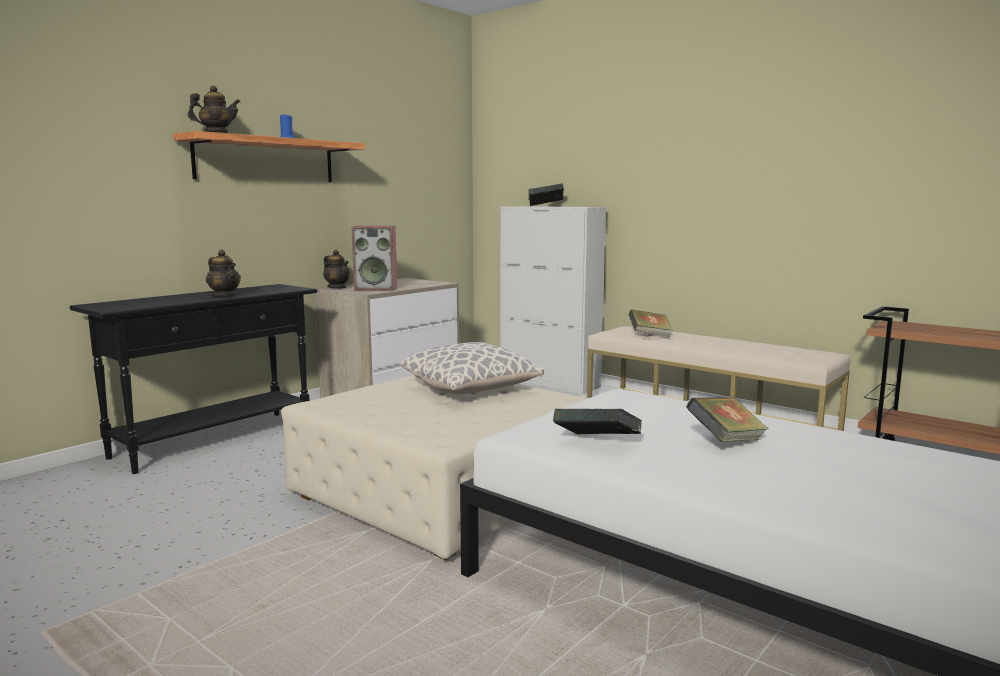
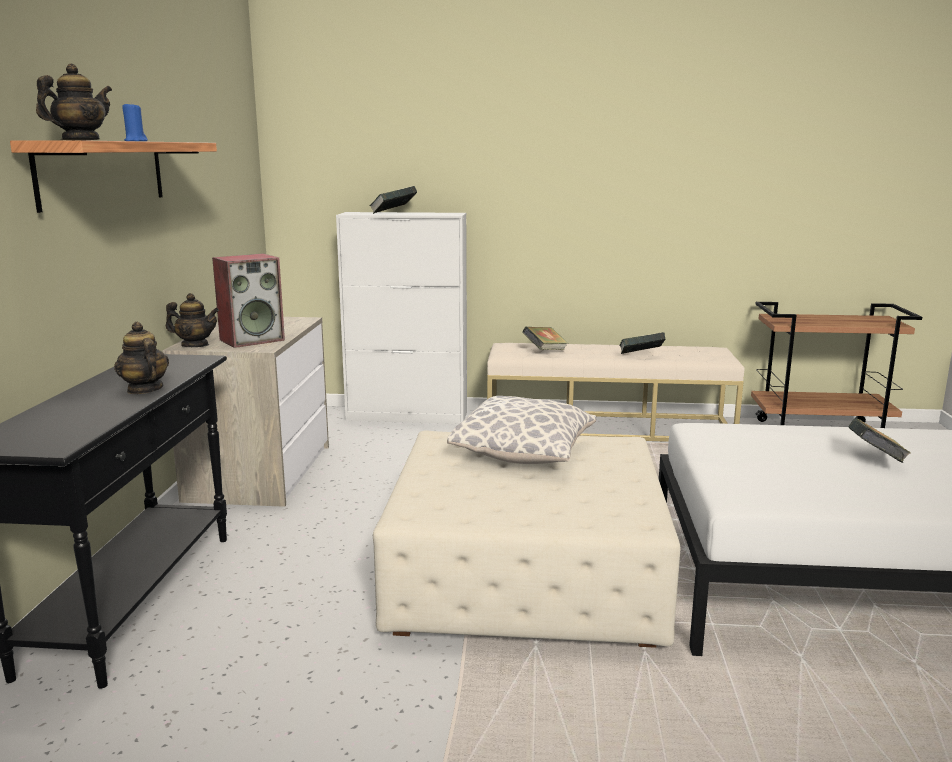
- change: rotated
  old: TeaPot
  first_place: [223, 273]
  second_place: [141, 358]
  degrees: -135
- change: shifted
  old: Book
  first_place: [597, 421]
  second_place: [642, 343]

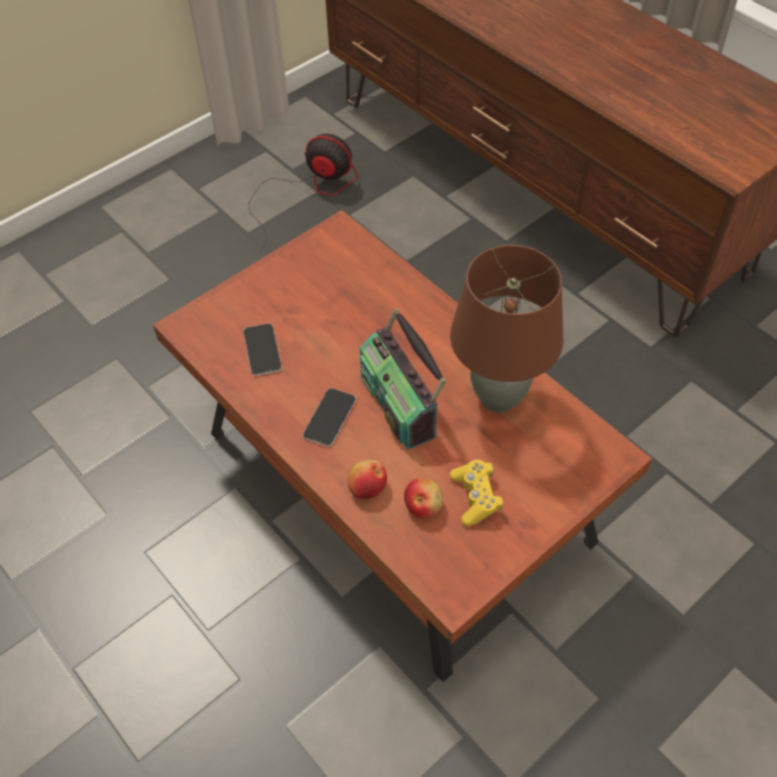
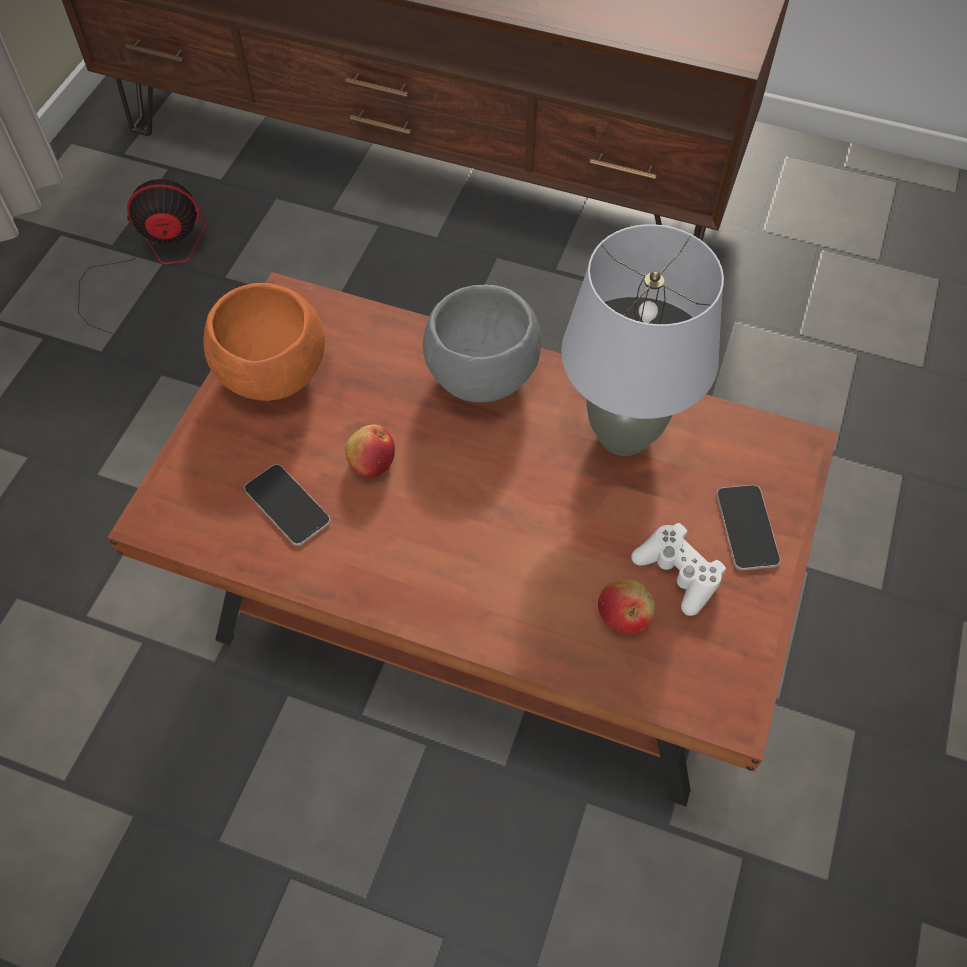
- change: new
  new: OrangeBowl
  second_place: [264, 342]
- change: shifted
  old: WholeApple
  first_place: [367, 479]
  second_place: [370, 451]
- change: new
  new: GrayBowl
  second_place: [482, 343]
- change: repainted
  old: BrownishLampForATable
  new: GrayLampForATable
  first_place: [507, 329]
  second_place: [642, 340]
- change: repainted
  old: YellowGameController
  new: WhiteGameController
  first_place: [476, 493]
  second_place: [678, 569]
- change: shifted
  old: Phone
  first_place: [329, 417]
  second_place: [748, 527]
- change: gone
  old: RadioReceiver
  first_place: [403, 379]

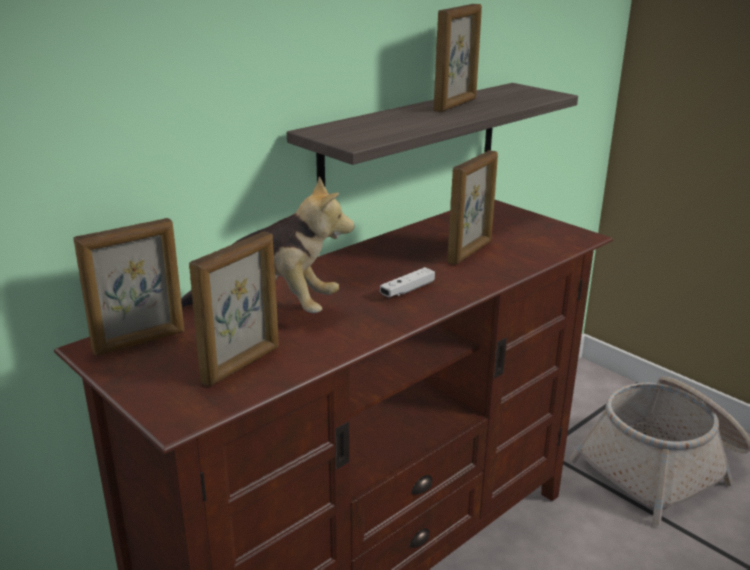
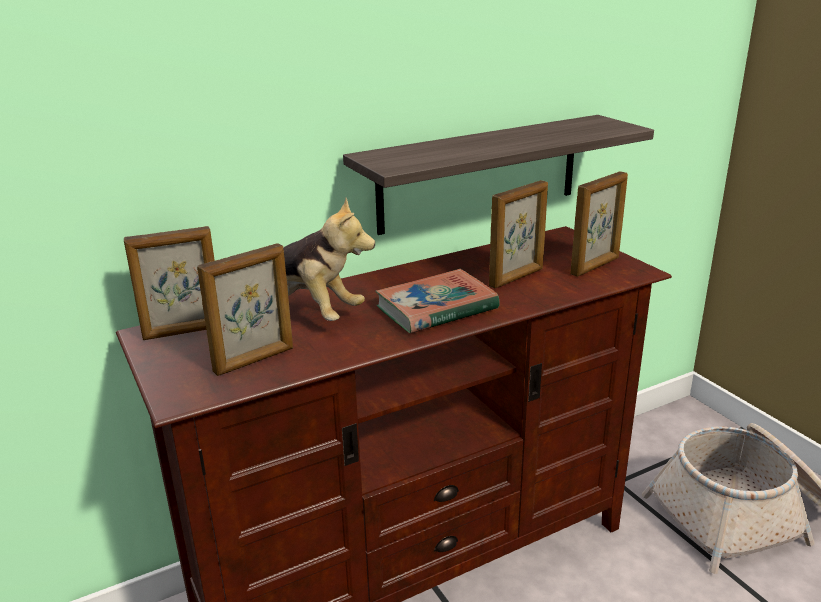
- change: swapped
  old: WhiteGameController
  new: Book
  first_place: [407, 282]
  second_place: [437, 301]
- change: shifted
  old: PictureFrame
  first_place: [458, 58]
  second_place: [599, 224]

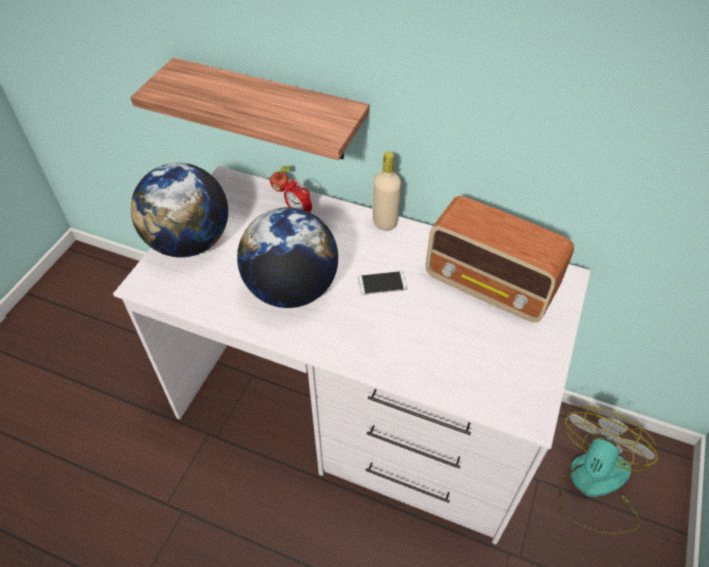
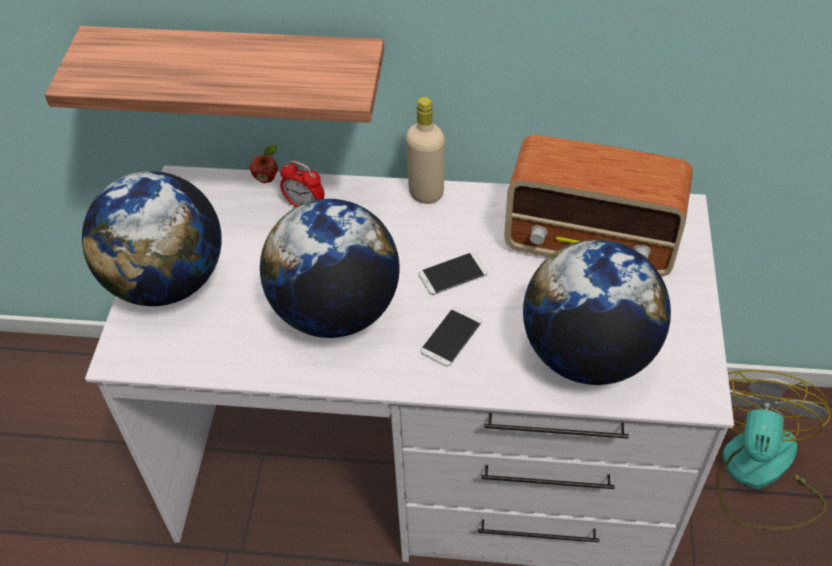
- change: new
  new: Phone
  second_place: [451, 336]
- change: new
  new: WorldGlobe
  second_place: [597, 312]

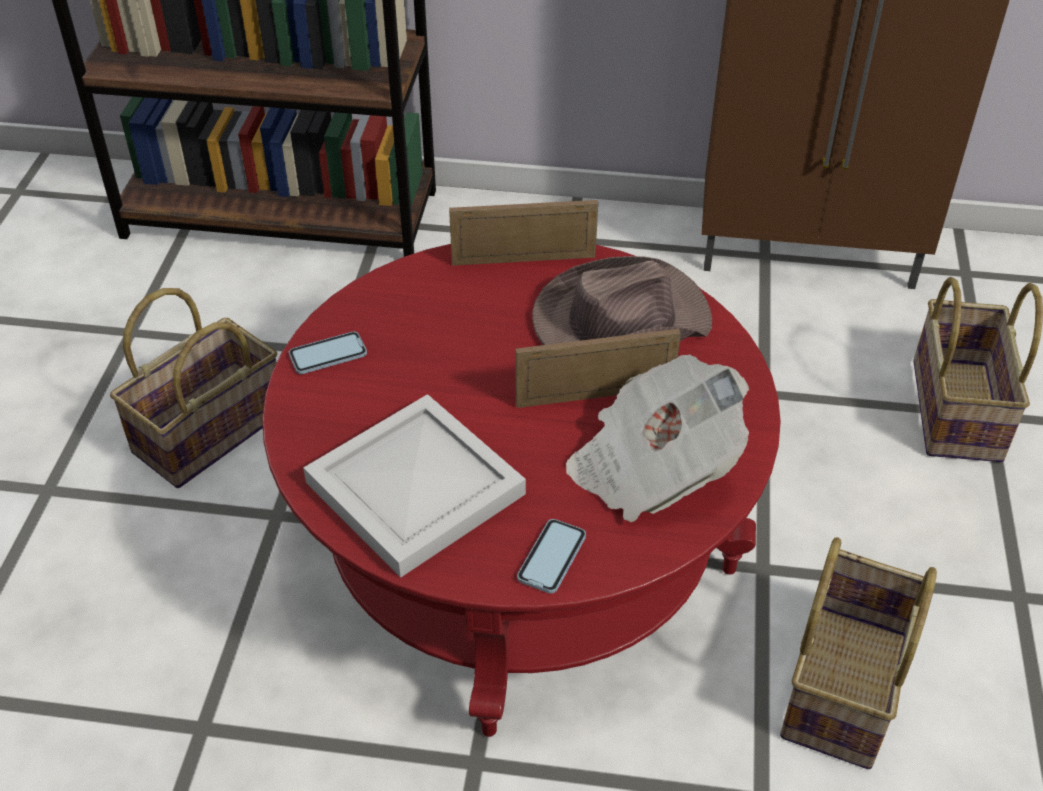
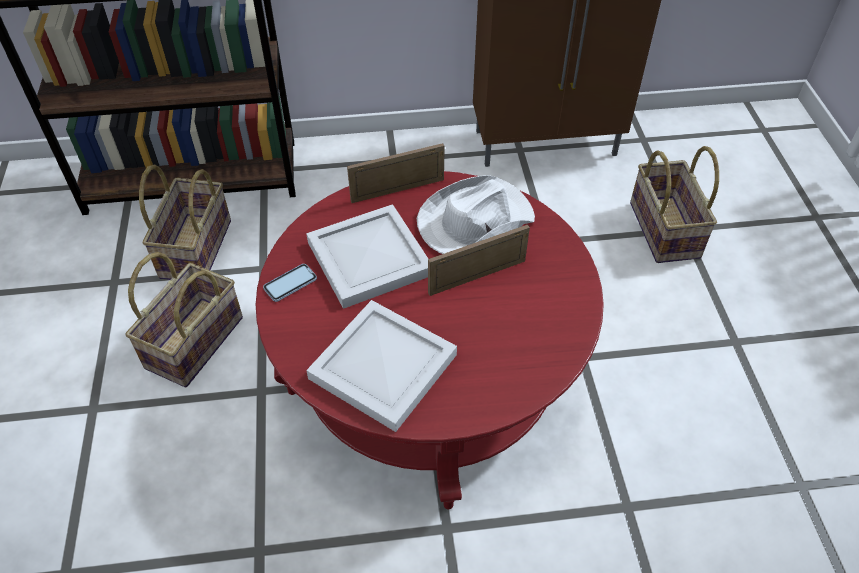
- change: shifted
  old: StorageBasket
  first_place: [858, 653]
  second_place: [185, 222]
- change: new
  new: WhiteTray
  second_place: [367, 256]
- change: repainted
  old: BrownishWearableHat
  new: WhiteWearableHat
  first_place: [622, 300]
  second_place: [476, 214]
- change: gone
  old: Phone
  first_place: [551, 556]
- change: gone
  old: DailyPaper
  first_place: [657, 438]

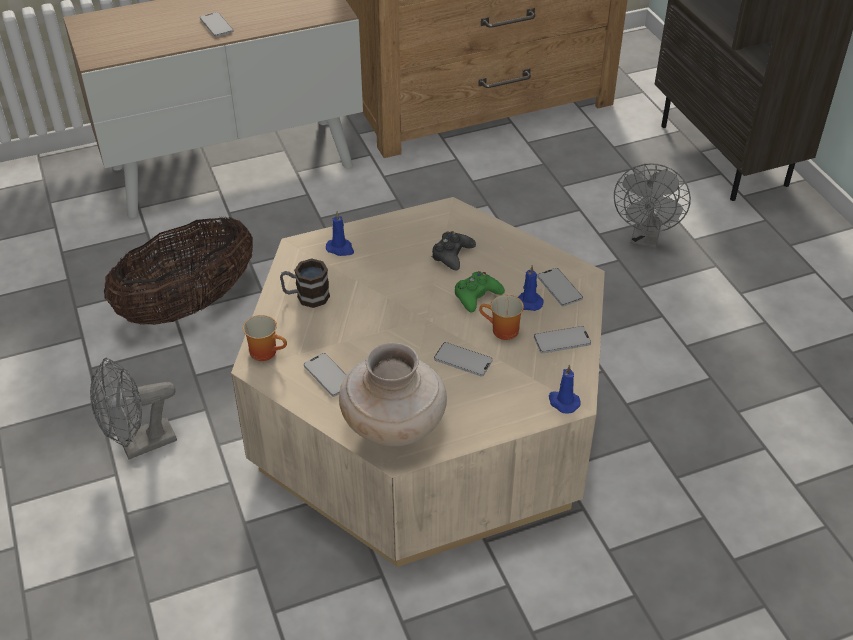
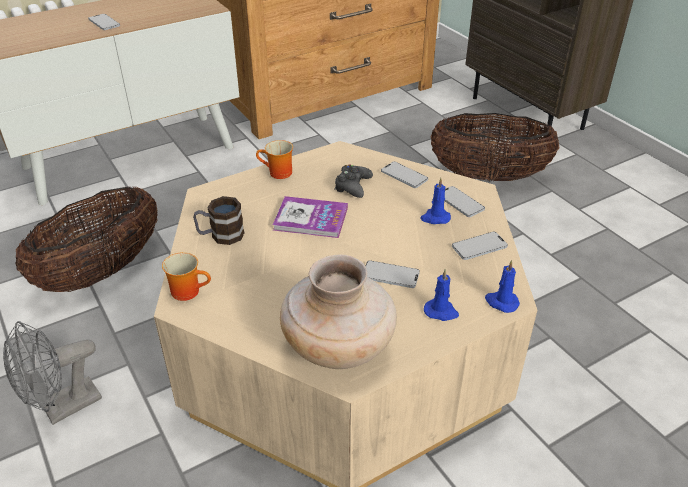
- change: shifted
  old: CoffeeMug
  first_place: [501, 317]
  second_place: [274, 159]
- change: new
  new: Book
  second_place: [310, 217]
- change: shifted
  old: Phone
  first_place: [325, 375]
  second_place: [404, 174]
- change: shifted
  old: BluishCandle
  first_place: [340, 233]
  second_place: [441, 295]
- change: swapped
  old: GrayElectricFan
  new: StorageBasket
  first_place: [652, 205]
  second_place: [495, 147]
- change: gone
  old: GreenColouredGameController
  first_place: [480, 292]

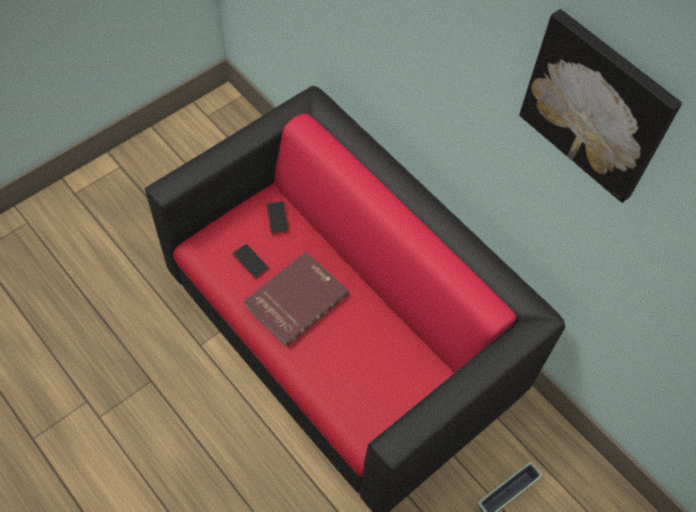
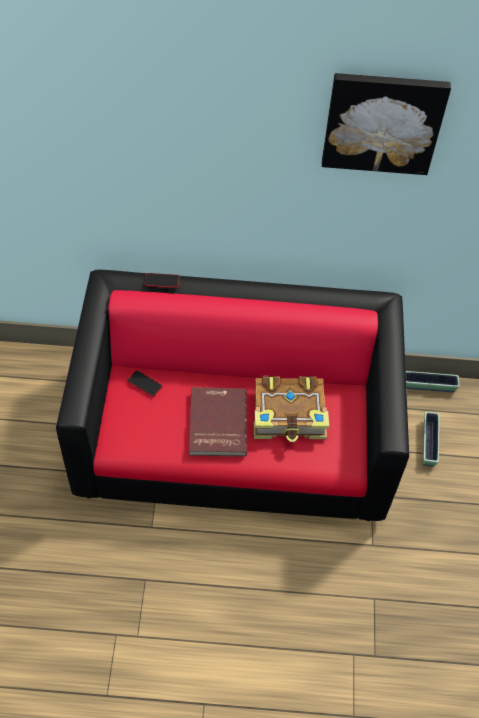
- change: shifted
  old: Phone
  first_place: [251, 261]
  second_place: [162, 280]
- change: new
  new: Book
  second_place: [291, 409]
- change: new
  new: Planter
  second_place: [433, 381]

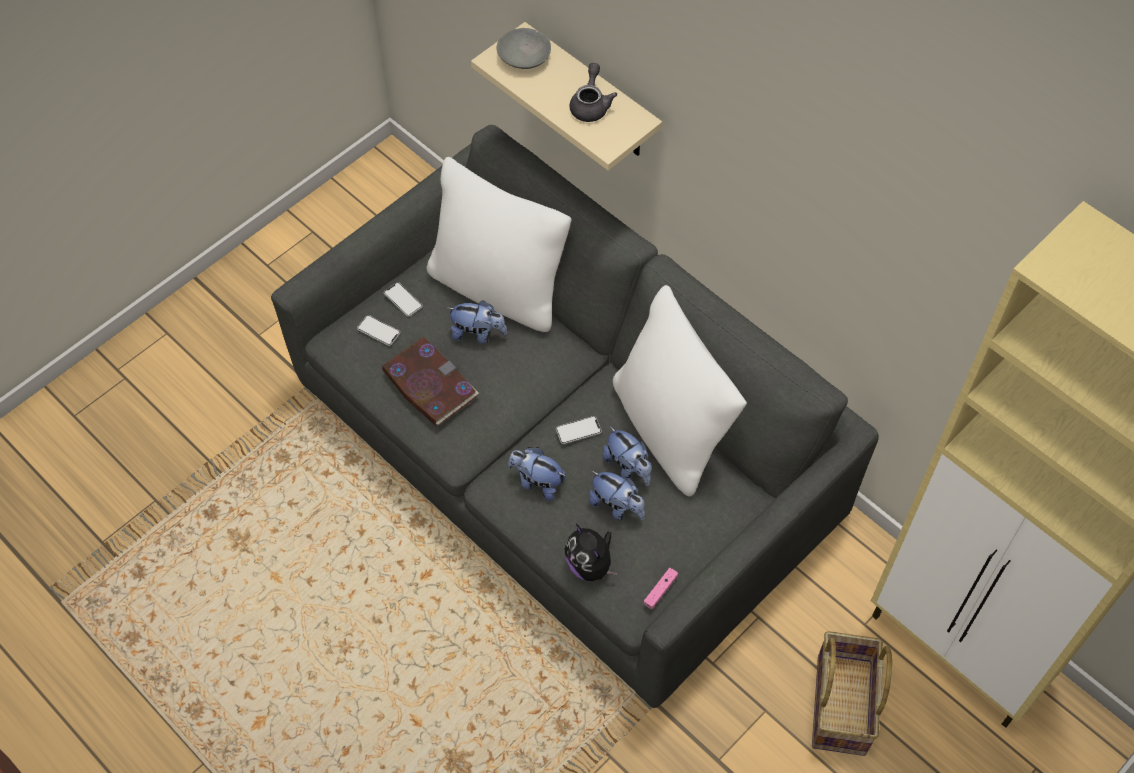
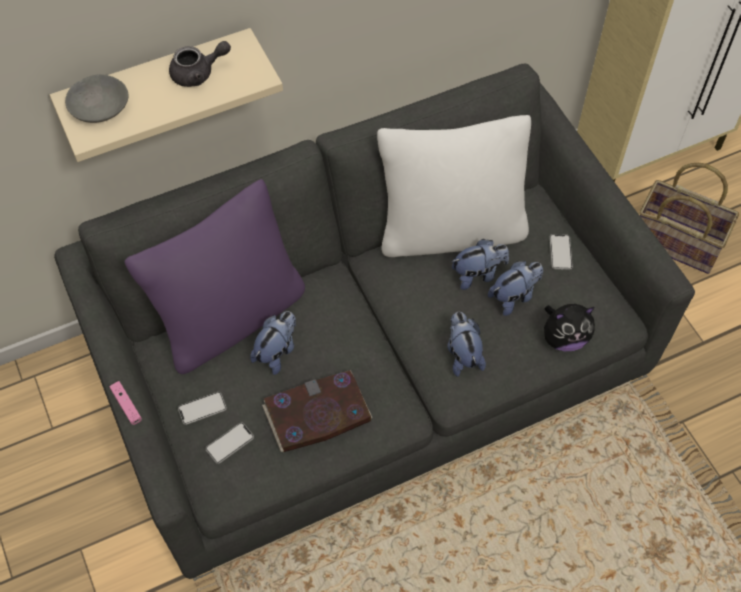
- change: shifted
  old: PinkColouredGameController
  first_place: [661, 588]
  second_place: [125, 403]
- change: repainted
  old: WhiteThrowPillow
  new: PurpleColouredThrowPillow
  first_place: [499, 244]
  second_place: [214, 276]
- change: rotated
  old: GrayTeaPot
  first_place: [593, 92]
  second_place: [200, 64]
  degrees: 135
- change: rotated
  old: SoftToy
  first_place: [537, 474]
  second_place: [466, 344]
  degrees: 120
- change: shifted
  old: Phone
  first_place: [579, 430]
  second_place: [561, 252]

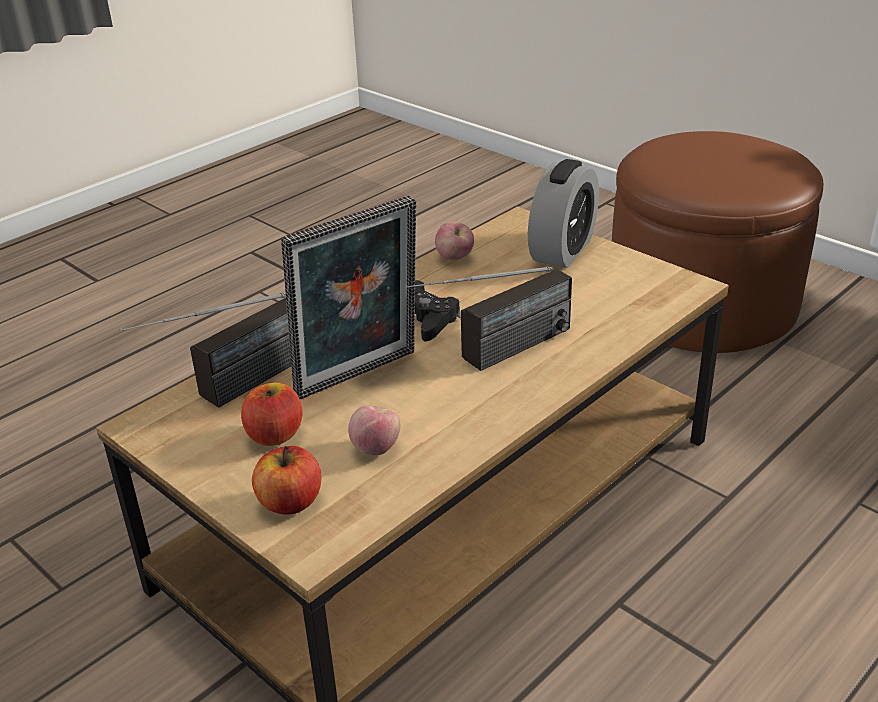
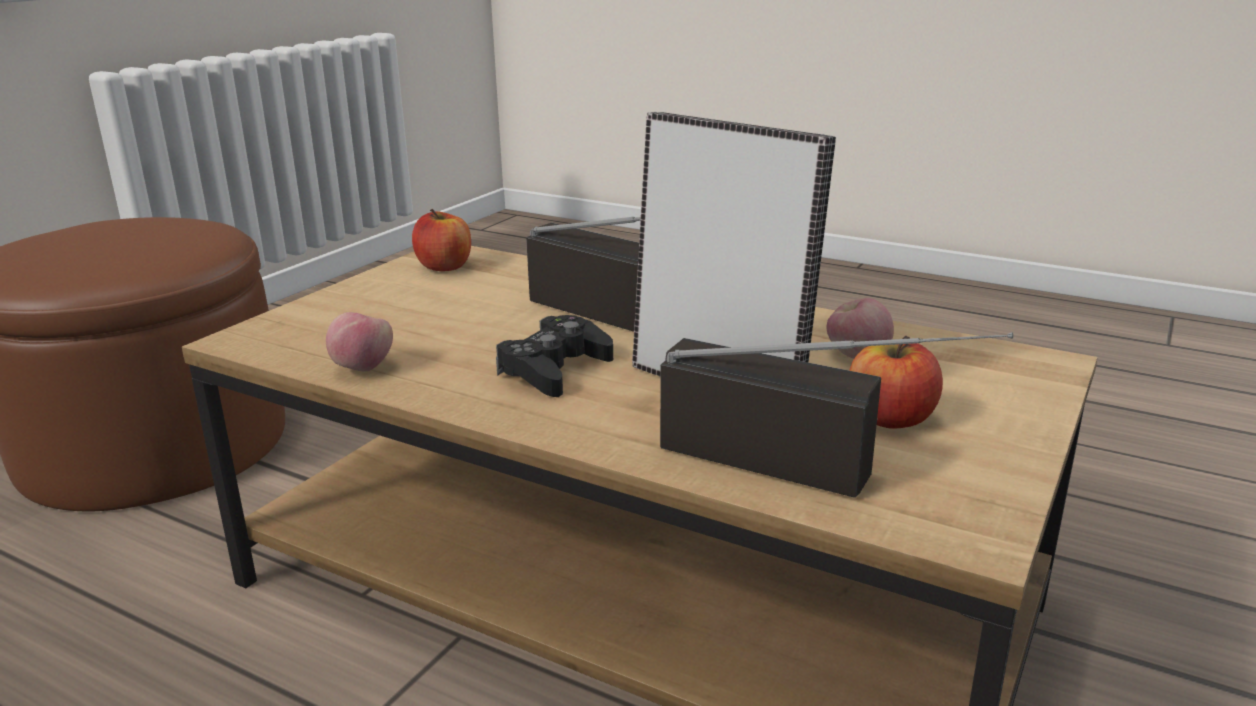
- change: shifted
  old: WholeApple
  first_place: [286, 480]
  second_place: [441, 240]
- change: gone
  old: AlarmClock
  first_place: [563, 213]

